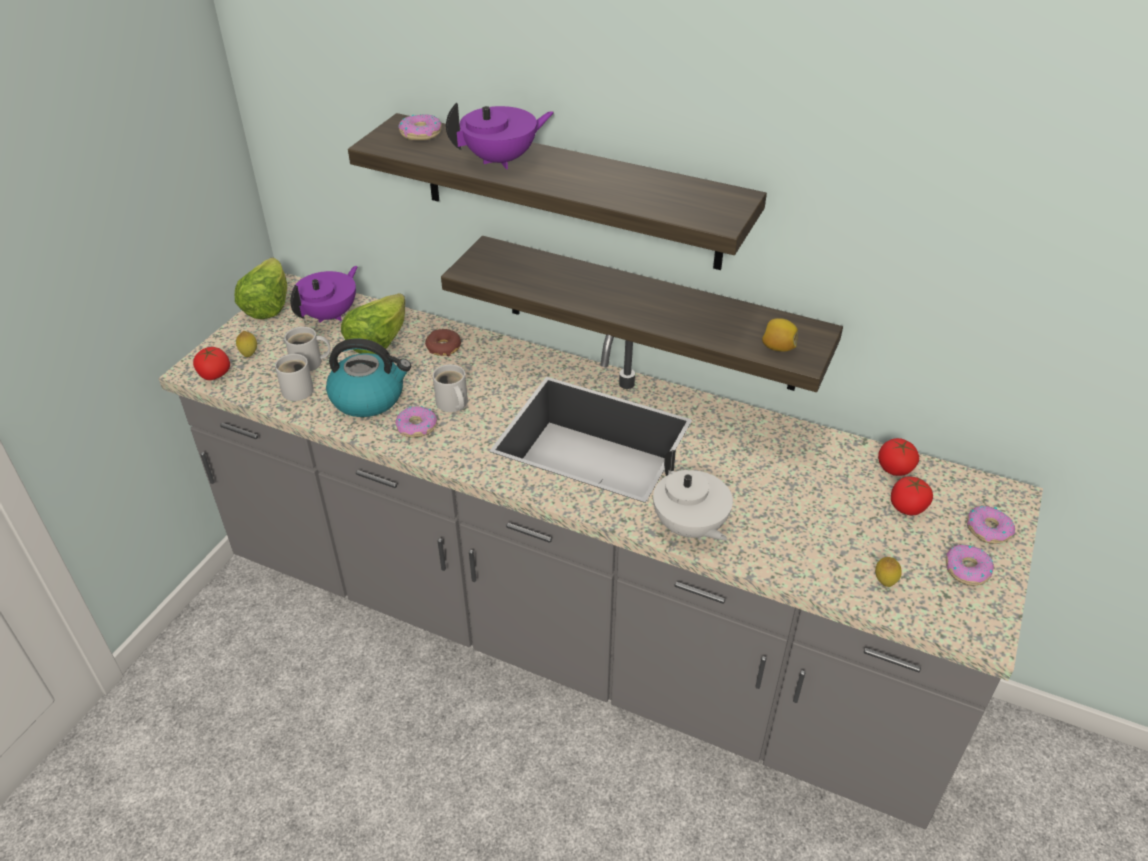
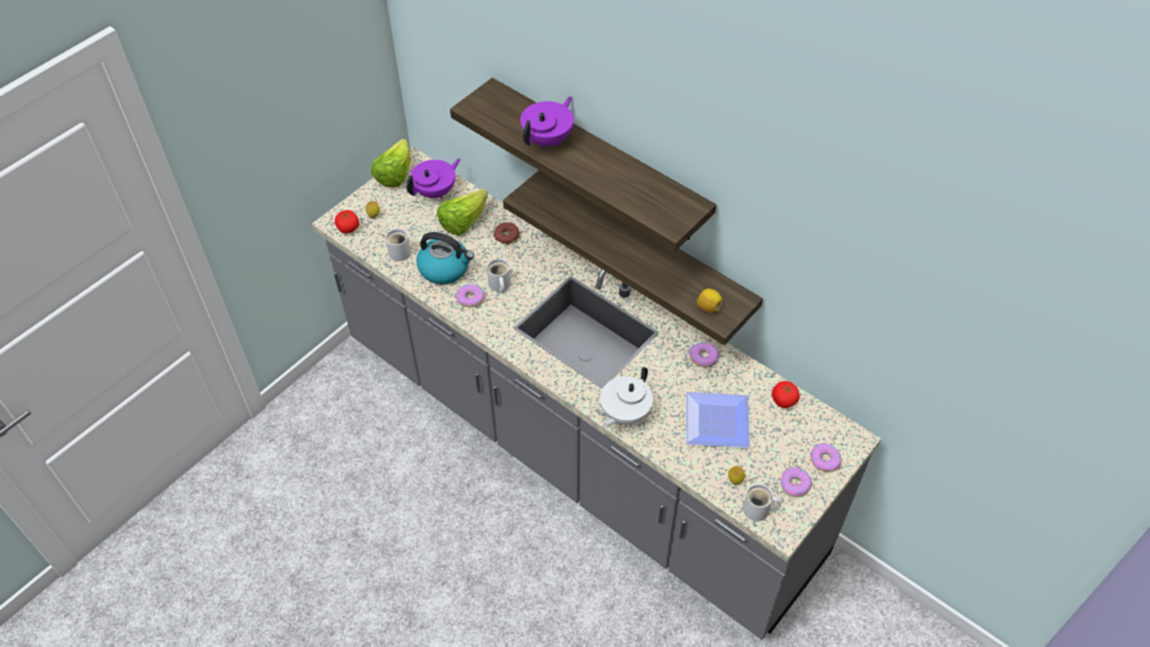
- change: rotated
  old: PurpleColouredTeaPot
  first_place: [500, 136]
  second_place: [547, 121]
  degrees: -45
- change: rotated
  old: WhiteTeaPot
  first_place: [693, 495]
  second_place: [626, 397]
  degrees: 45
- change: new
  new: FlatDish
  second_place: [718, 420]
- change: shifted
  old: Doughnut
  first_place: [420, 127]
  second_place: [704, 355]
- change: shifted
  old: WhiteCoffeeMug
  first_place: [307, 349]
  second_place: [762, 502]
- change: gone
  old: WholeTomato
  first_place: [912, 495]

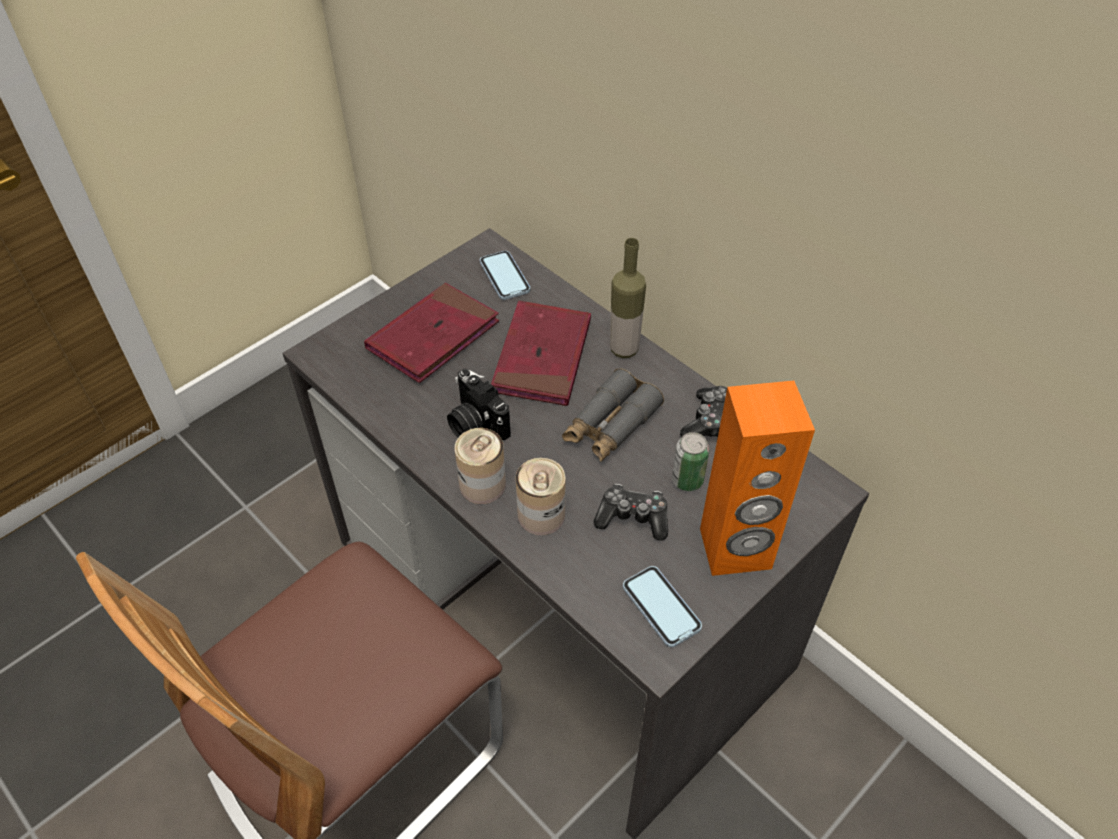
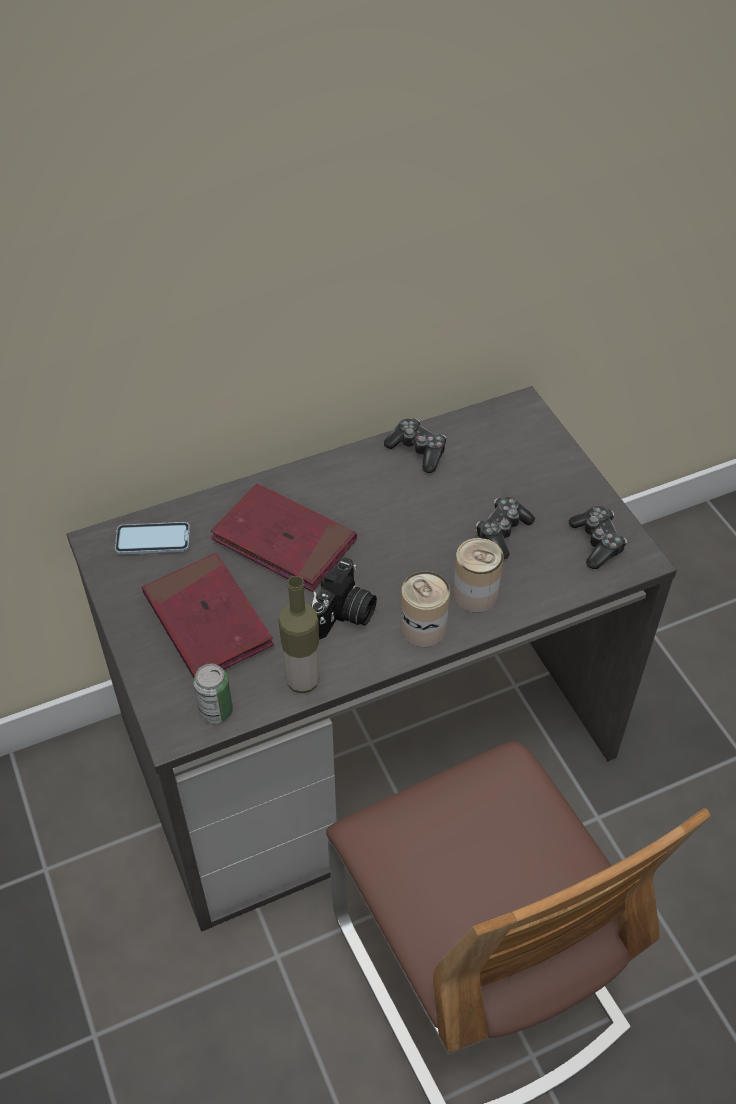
- change: shifted
  old: MetalCan
  first_place: [690, 461]
  second_place: [213, 693]
- change: shifted
  old: Bottle
  first_place: [628, 298]
  second_place: [299, 634]
- change: rotated
  old: StillCamera
  first_place: [479, 404]
  second_place: [344, 599]
  degrees: -45
- change: swapped
  old: Phone
  new: GameController
  first_place: [662, 606]
  second_place: [598, 537]
- change: gone
  old: GrayBinoculars
  first_place: [613, 415]
- change: gone
  old: OrangeAudioSpeaker
  first_place: [757, 478]

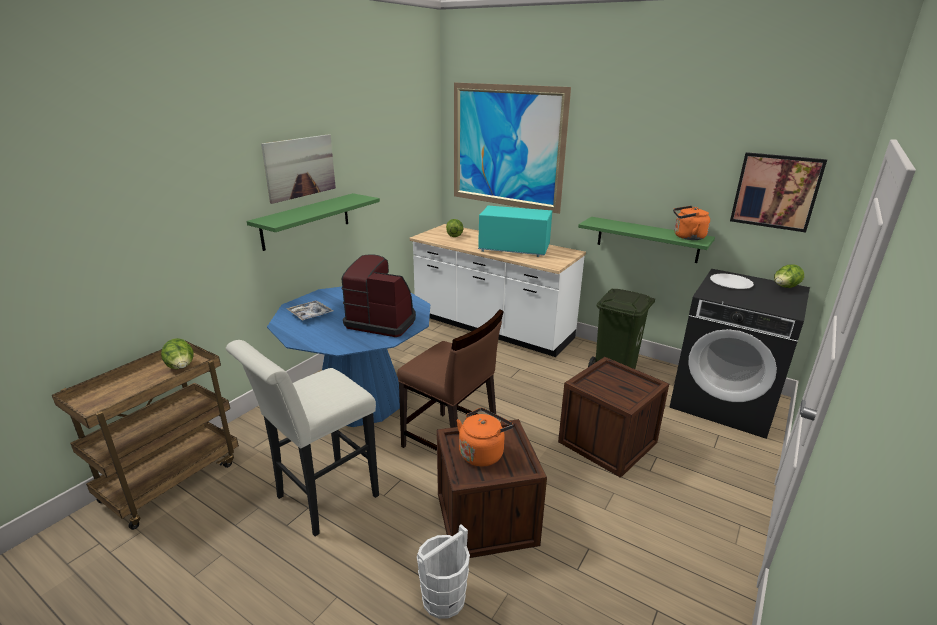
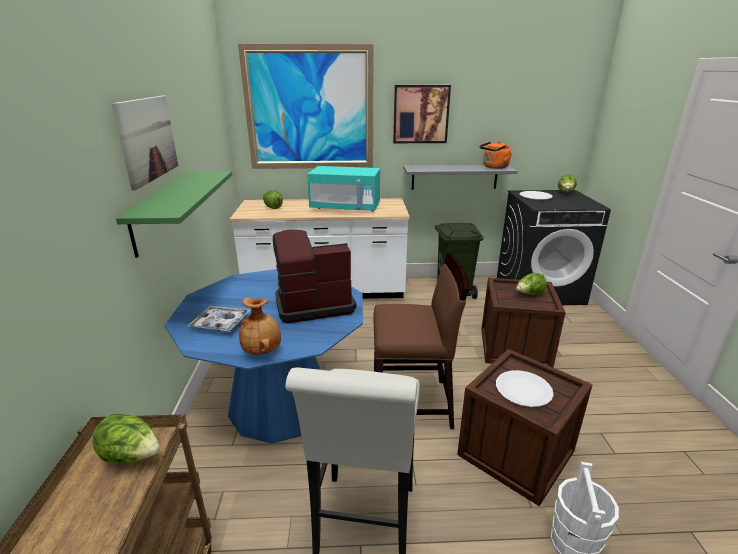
- change: new
  new: BrownishDecorativeVase
  second_place: [260, 326]
- change: rotated
  old: TurquoiseColouredMicrowaveOven
  first_place: [515, 231]
  second_place: [343, 189]
  degrees: -150
- change: shifted
  old: WallArt
  first_place: [778, 192]
  second_place: [422, 114]
- change: repainted
  old: GreenColouredWallShelf
  new: GrayWallShelf
  first_place: [646, 240]
  second_place: [460, 177]
- change: swapped
  old: OrangeTeaKettle
  new: WhiteFlatDish
  first_place: [484, 437]
  second_place: [525, 388]
- change: new
  new: LettuceHead
  second_place: [531, 284]

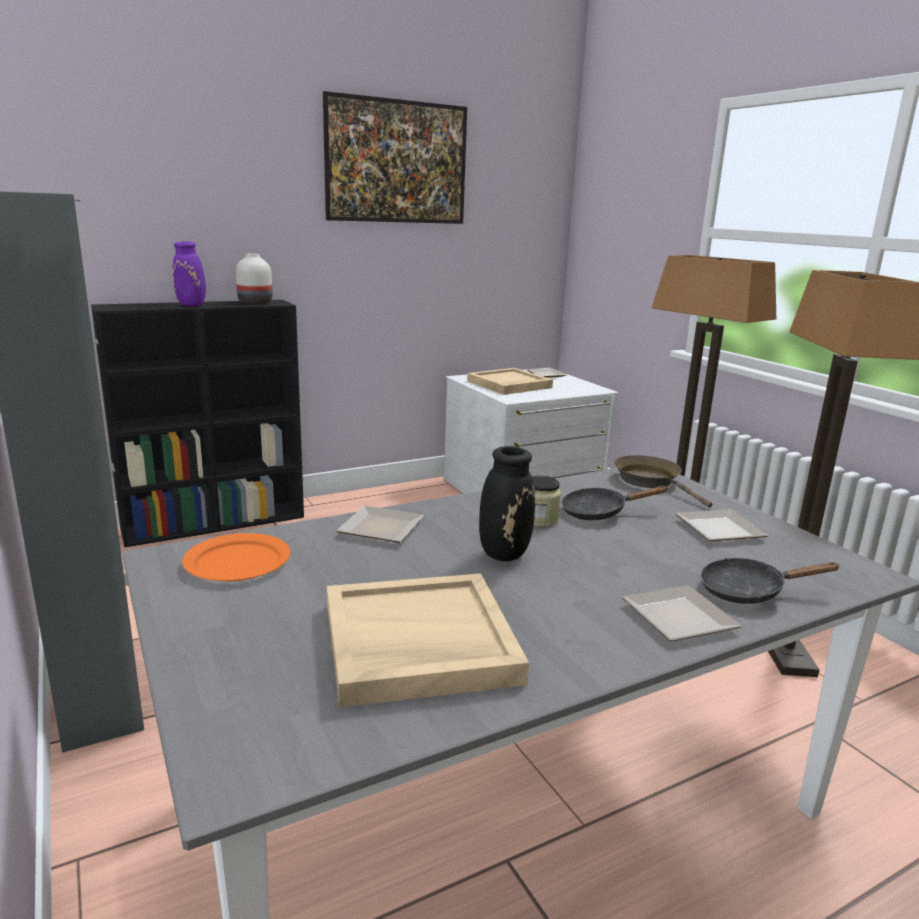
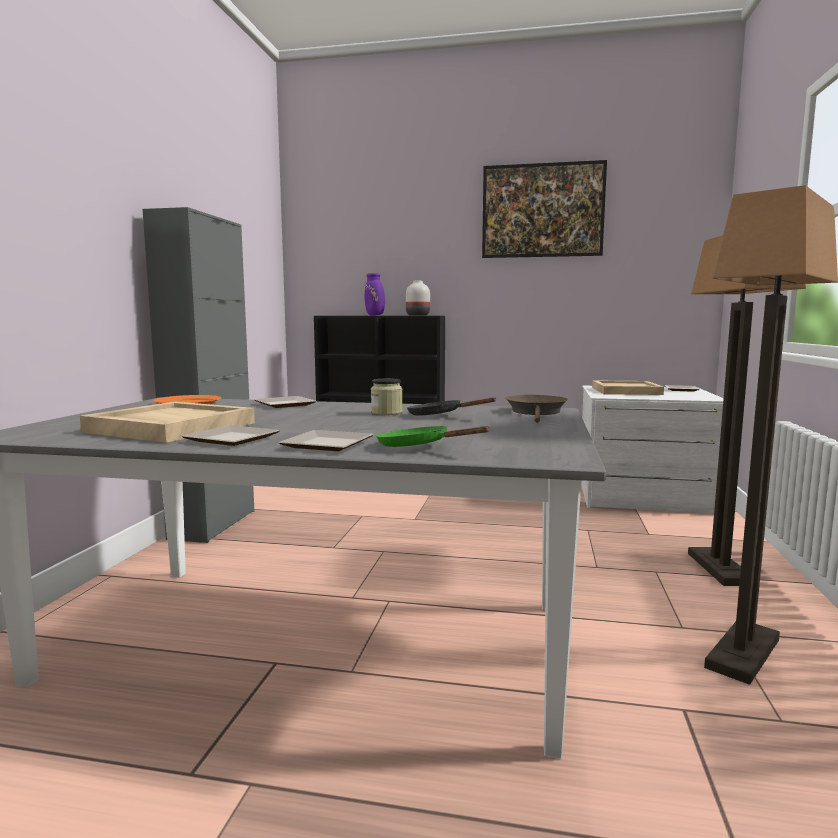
- change: shifted
  old: FlatDish
  first_place: [722, 525]
  second_place: [231, 435]
- change: repainted
  old: BlackishFryingPan
  new: GreenColouredFryingPan
  first_place: [770, 581]
  second_place: [433, 436]
- change: gone
  old: BlackishDecorativeVase
  first_place: [507, 503]

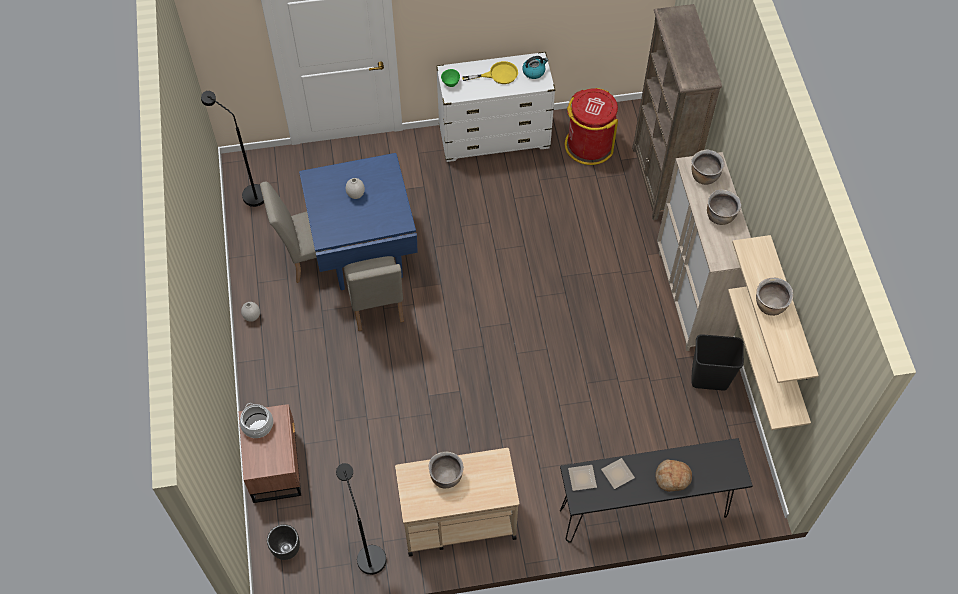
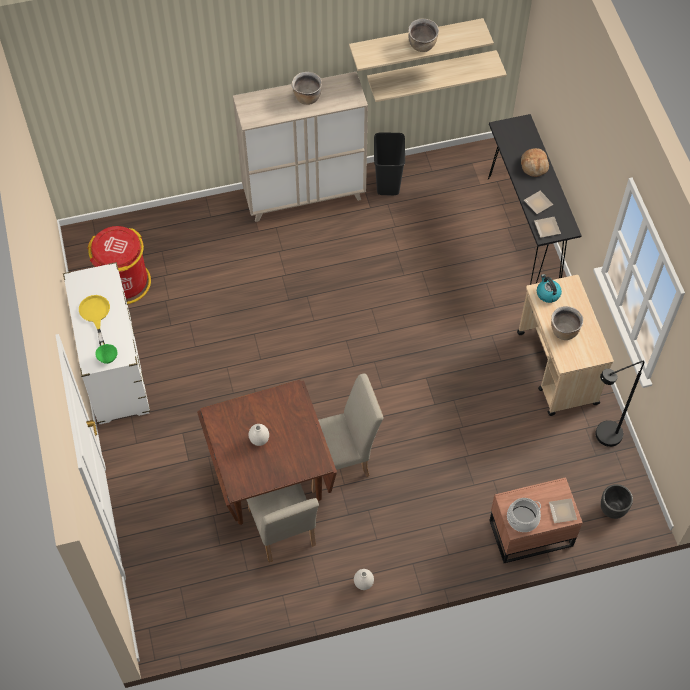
- change: repainted
  old: BluishDiningTable
  new: BrownishDiningTable
  first_place: [358, 221]
  second_place: [267, 452]
- change: shifted
  old: TeaKettle
  first_place: [535, 67]
  second_place: [549, 288]
- change: new
  new: FlatDish
  second_place: [563, 510]
- change: gone
  old: BlackishStandardLamp
  first_place: [232, 149]
- change: gone
  old: BrownishShelvingUnit
  first_place: [677, 112]
- change: gone
  old: BrownishCookingPot
  first_place: [708, 167]

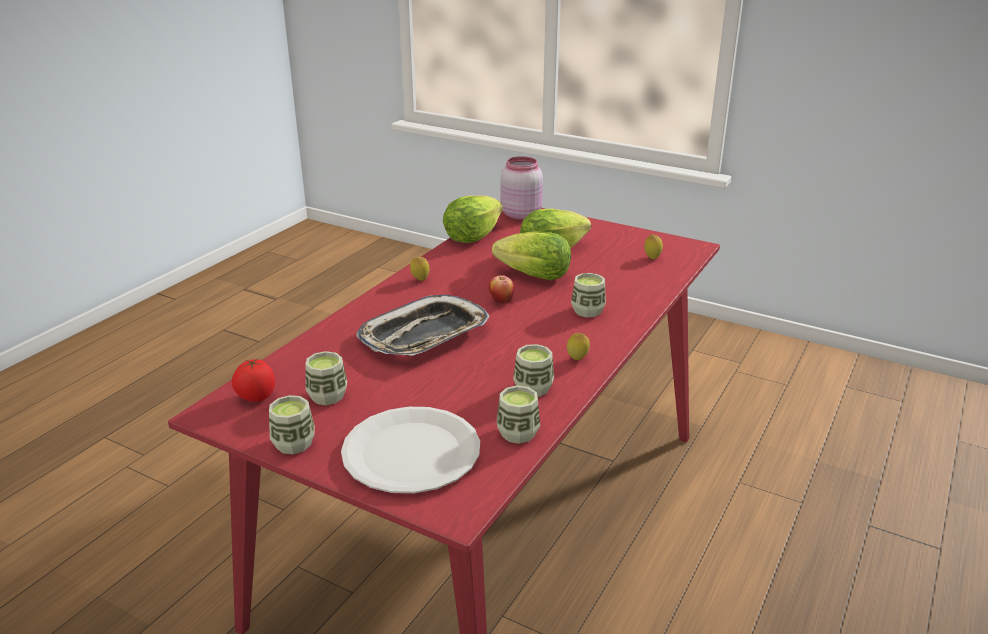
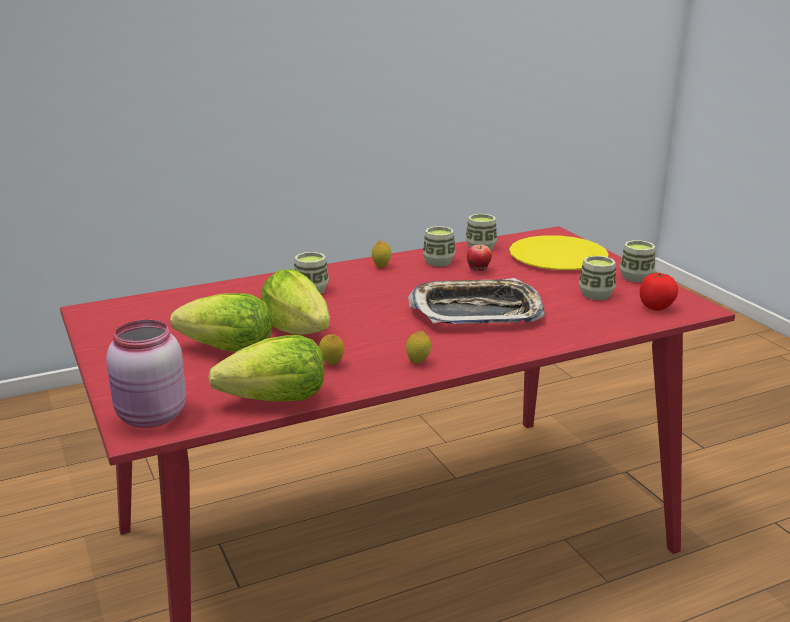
- change: shifted
  old: Lemon
  first_place: [653, 246]
  second_place: [331, 349]
- change: shifted
  old: WholeApple
  first_place: [501, 289]
  second_place: [479, 257]
- change: repainted
  old: WhiteFlatDish
  new: YellowFlatDish
  first_place: [410, 450]
  second_place: [559, 252]

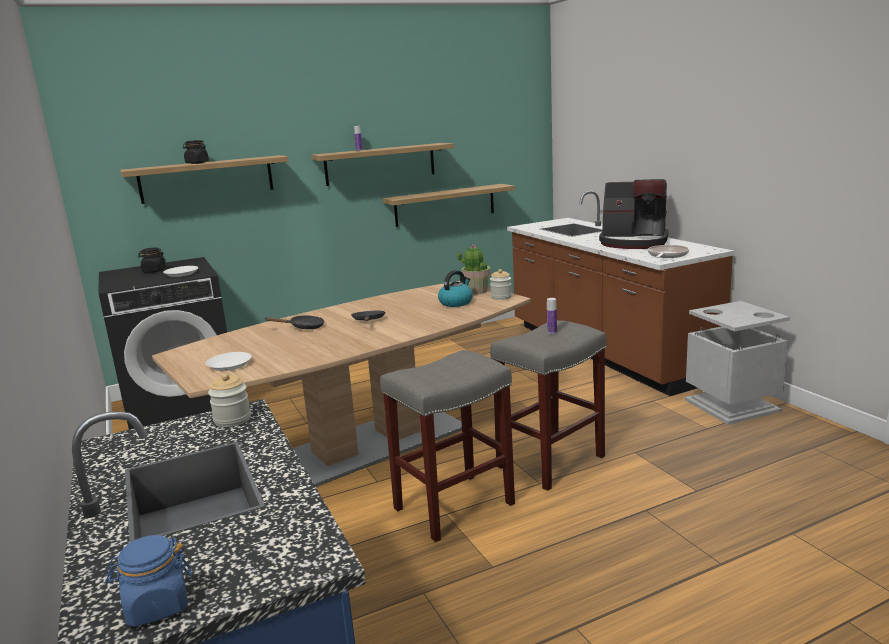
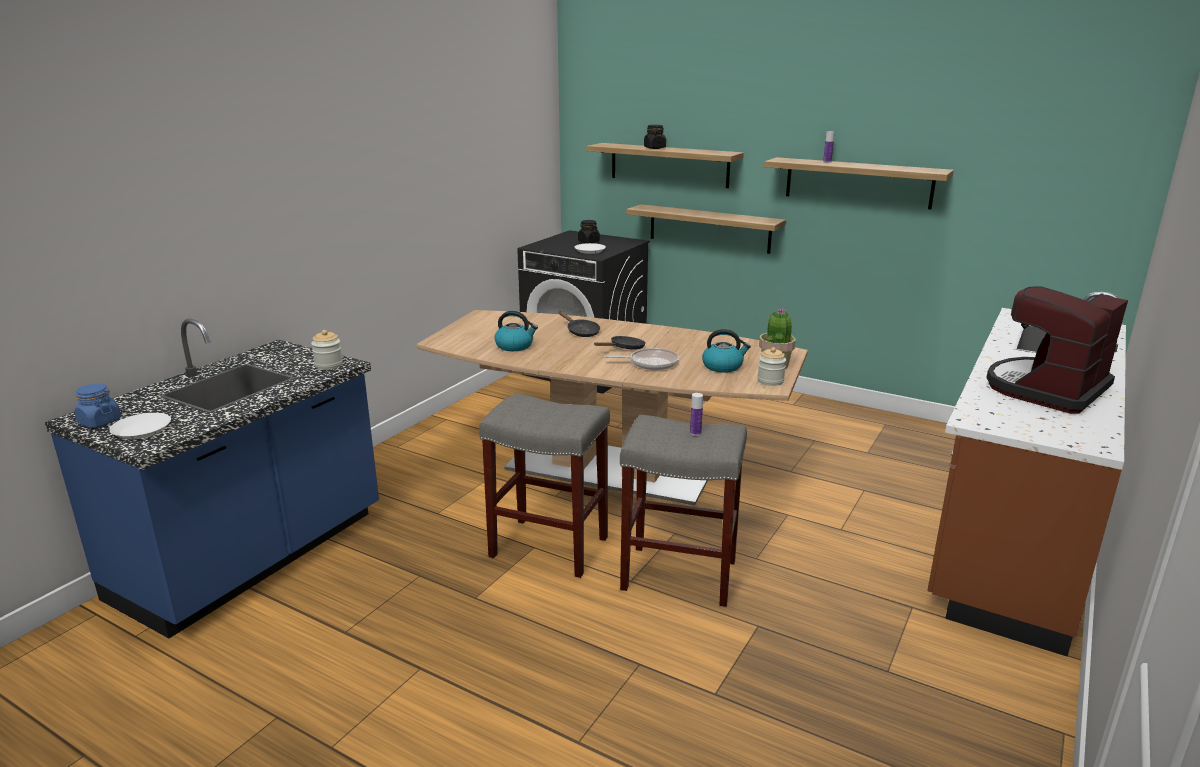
- change: shifted
  old: WhiteFlatDish
  first_place: [229, 361]
  second_place: [140, 426]
- change: new
  new: TeaKettle
  second_place: [516, 331]
- change: shifted
  old: FryingPan
  first_place: [668, 251]
  second_place: [641, 359]
- change: shifted
  old: WallShelf
  first_place: [449, 205]
  second_place: [706, 229]
- change: rotated
  old: CoffeeBrewer
  first_place: [634, 214]
  second_place: [1057, 350]
  degrees: 60
- change: gone
  old: GrayTrashCan
  first_place: [737, 363]

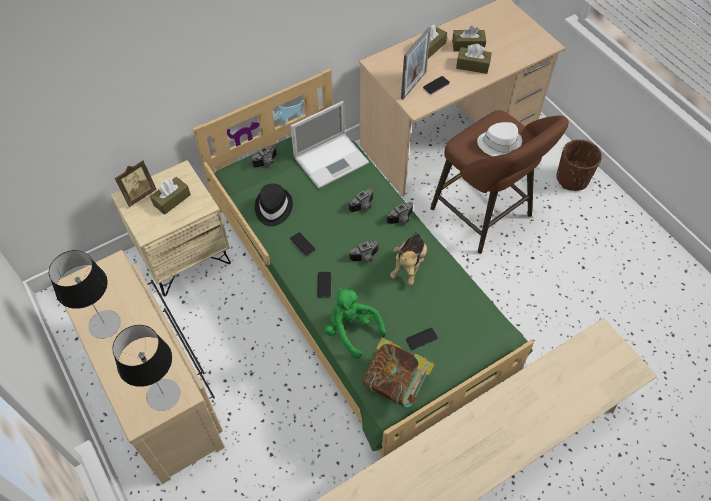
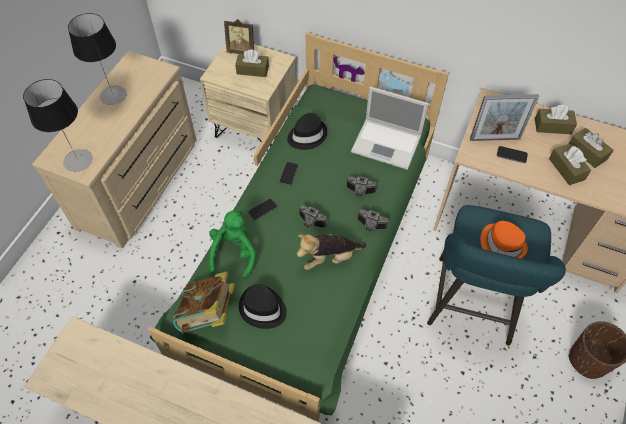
- change: swapped
  old: Phone
  new: BlackishWearableHat
  first_place: [422, 339]
  second_place: [263, 306]
- change: repainted
  old: BrownishStool
  new: TurquoiseColouredStool
  first_place: [499, 182]
  second_place: [496, 275]
- change: repainted
  old: WhiteWearableHat
  new: OrangeWearableHat
  first_place: [499, 139]
  second_place: [504, 239]
- change: gone
  old: StillCamera
  first_place: [264, 156]

